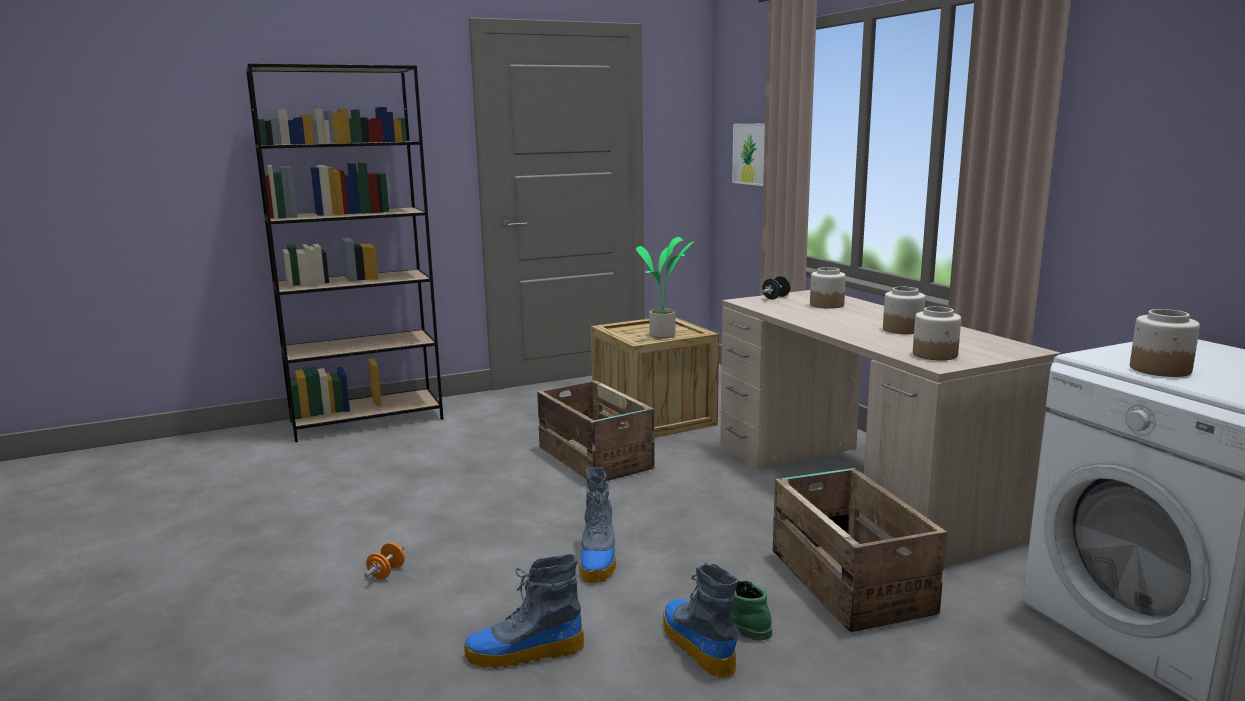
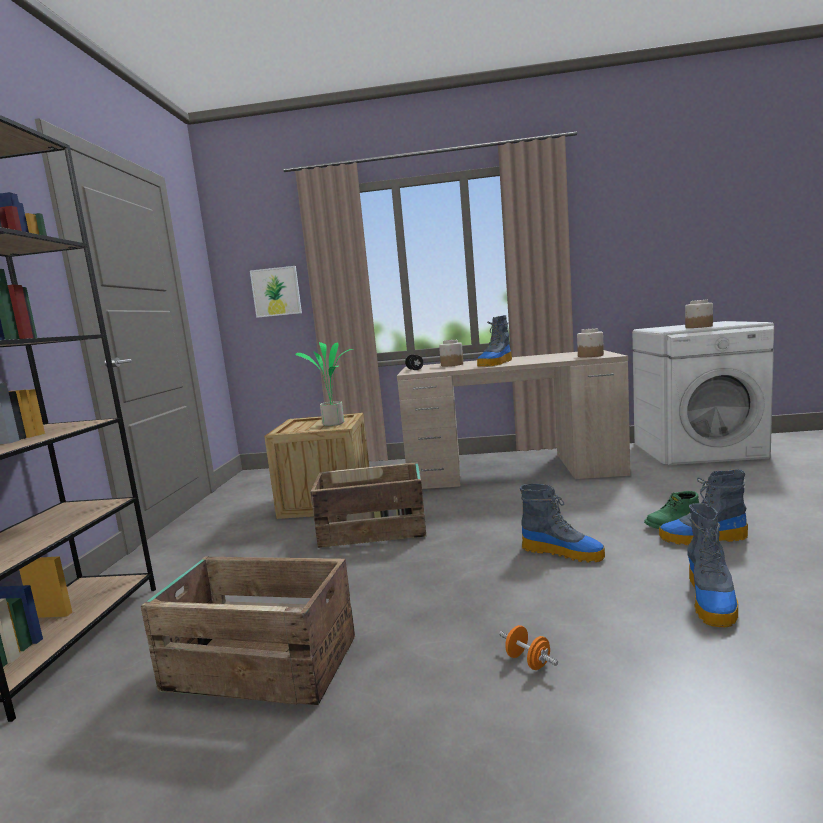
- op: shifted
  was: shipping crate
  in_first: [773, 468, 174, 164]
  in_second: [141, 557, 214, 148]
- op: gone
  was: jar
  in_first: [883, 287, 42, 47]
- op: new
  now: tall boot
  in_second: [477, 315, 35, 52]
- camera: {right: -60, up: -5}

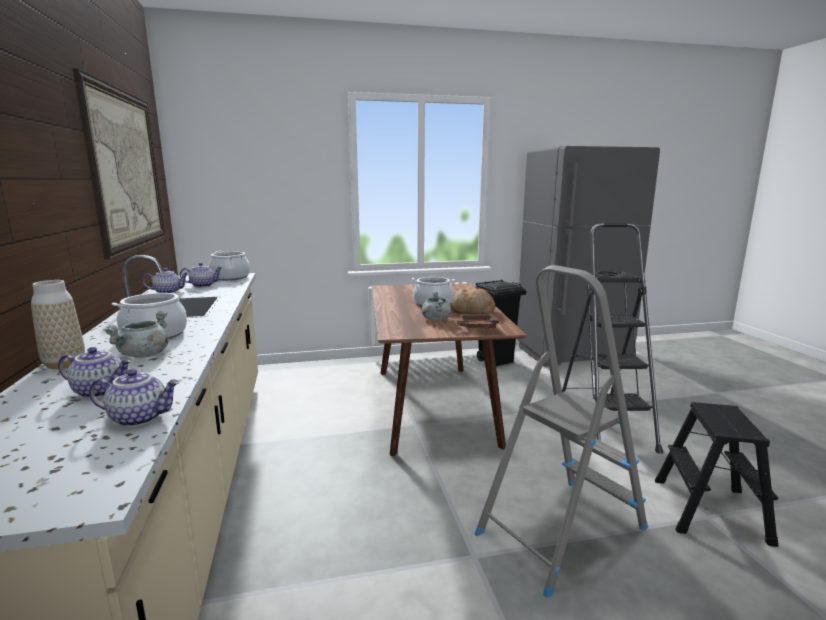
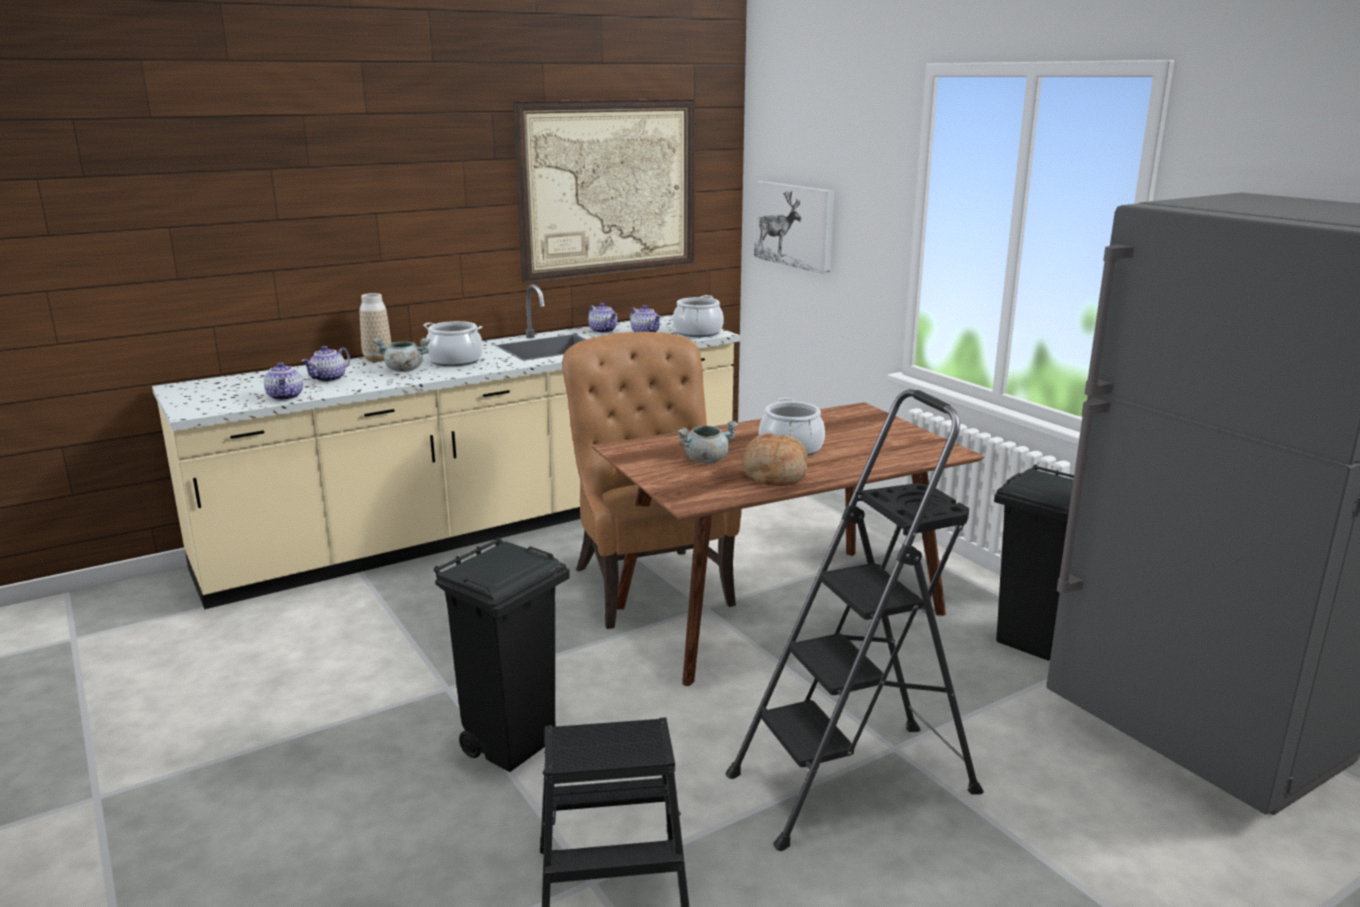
- op: rotated
  was: teapot
  in_first: [58, 347, 74, 51]
  in_second: [302, 346, 48, 36]
  clockwise: 45
- op: gone
  was: tray/brown-coloured
  in_first: [454, 314, 45, 14]
- op: swapped
  was: step stool/greyish
  now: trash can/black
  in_first: [475, 265, 173, 333]
  in_second: [434, 537, 136, 235]
- op: new
  now: chair/brown-coloured
  in_second: [562, 332, 179, 297]
- op: new
  now: picture
  in_second: [754, 181, 80, 93]
- camera: {right: 70, up: 5}

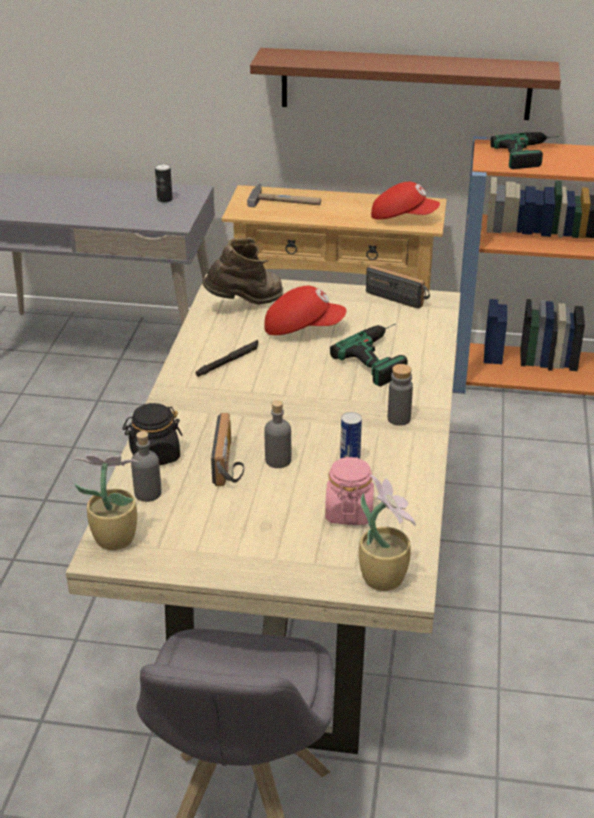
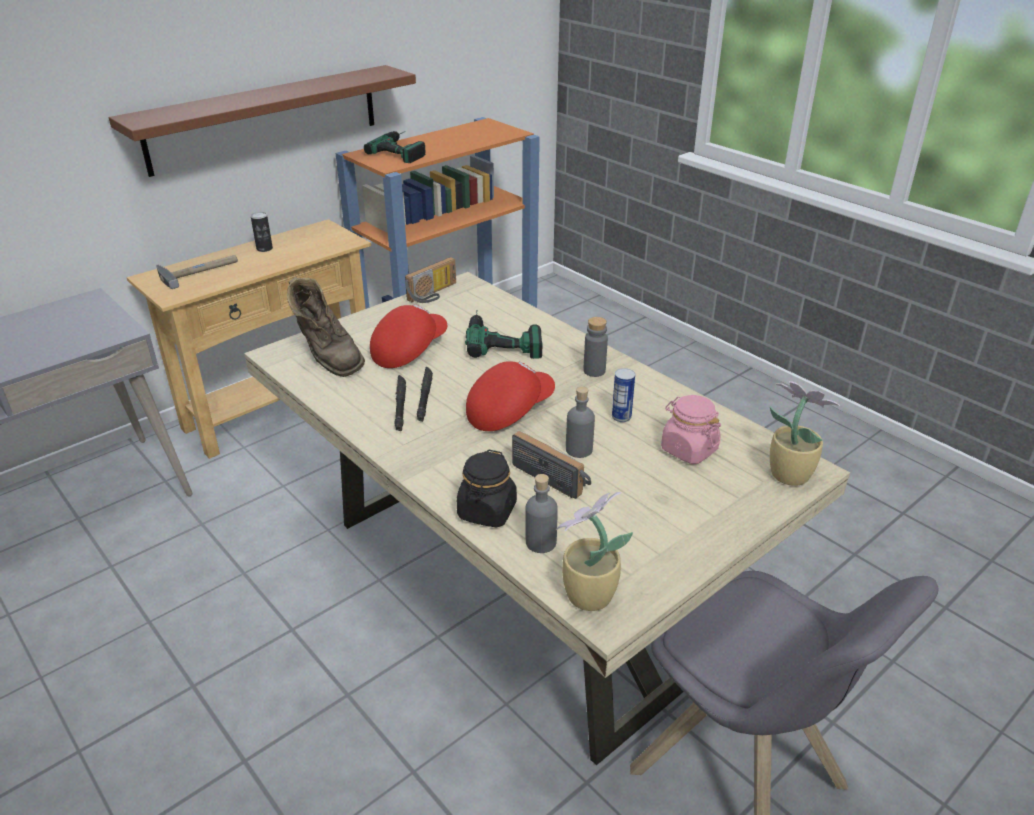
- op: shifted
  was: can
  in_first: [155, 163, 18, 40]
  in_second: [251, 212, 22, 40]
- op: rotated
  was: tall boot/brown-coloured
  in_first: [202, 238, 81, 67]
  in_second: [287, 277, 78, 100]
  clockwise: 135
- op: rotated
  was: radio
  in_first: [366, 265, 64, 44]
  in_second: [405, 257, 51, 46]
  clockwise: 150
- op: shifted
  was: peaked cap/reddish
  in_first: [371, 182, 69, 38]
  in_second: [466, 361, 89, 70]
- op: new
  now: torch/black
  in_second: [417, 367, 16, 55]
- camera: {right: -50, up: 0}

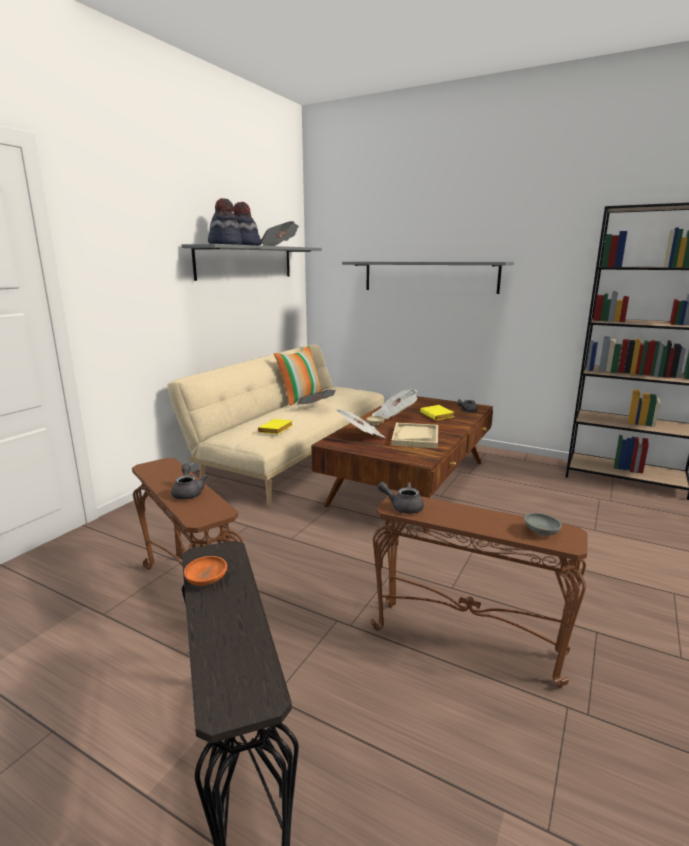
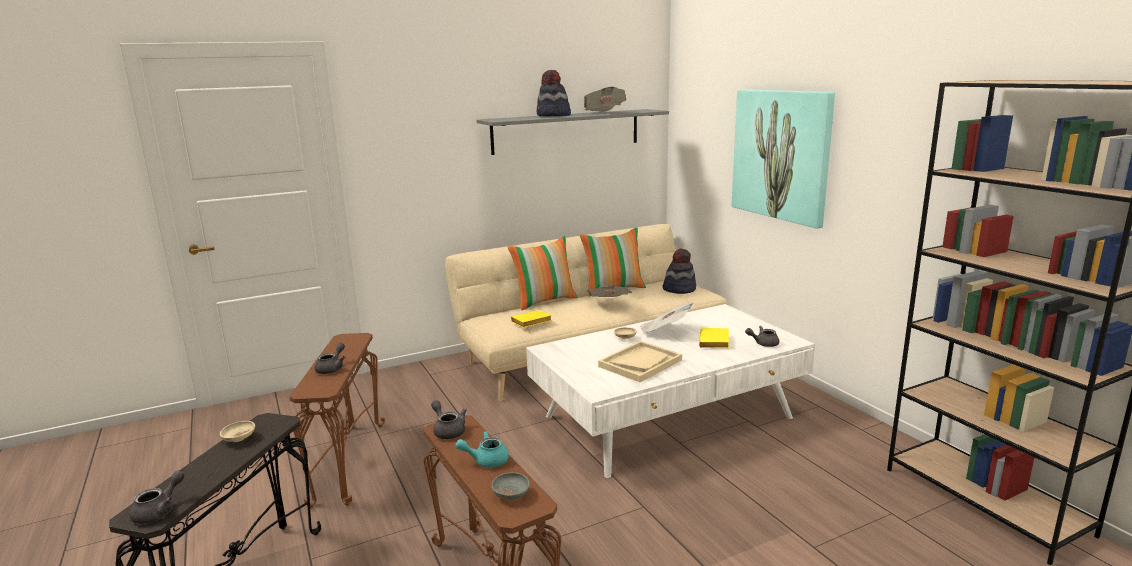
- op: repainted
  was: serving bowl/orange
  now: serving bowl/beige-coloured
  in_first: [184, 556, 43, 30]
  in_second: [220, 421, 35, 21]
- op: shifted
  was: clothing hat
  in_first: [208, 198, 34, 47]
  in_second: [662, 249, 34, 45]
- op: repainted
  was: lounge table/brown-coloured
  now: lounge table/whitish
  in_first: [311, 396, 182, 137]
  in_second: [526, 304, 289, 174]
- op: gone
  was: daily paper
  in_first: [335, 409, 52, 29]
- op: swapped
  was: bracket shelf/greyish
  now: picture
  in_first: [342, 262, 172, 32]
  in_second: [732, 89, 103, 140]
- op: new
  now: teapot/greyish
  in_second: [130, 471, 55, 53]
- op: new
  now: teapot/blue-green
  in_second: [455, 431, 54, 37]
- op: new
  now: cushion
  in_second: [508, 236, 70, 75]
- camera: {right: 35, up: 0}

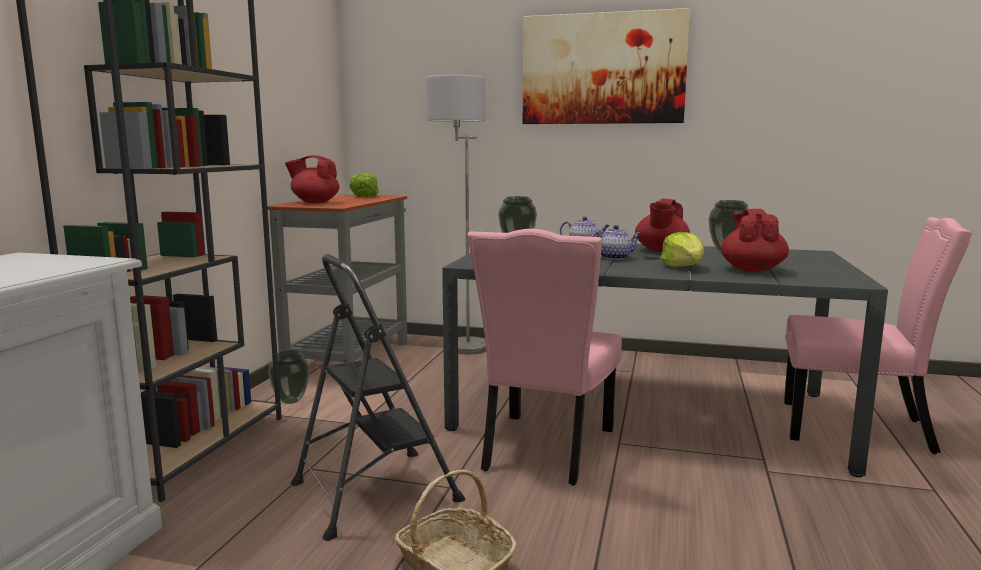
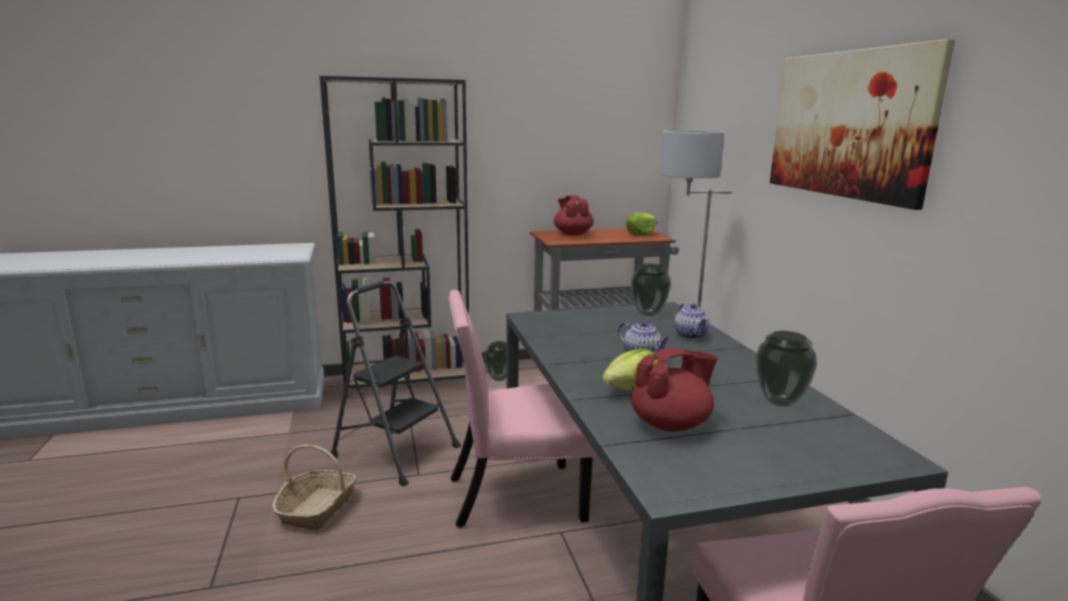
- op: gone
  was: teapot/reddish
  in_first: [635, 199, 55, 53]
- camera: {right: 60, up: 5}

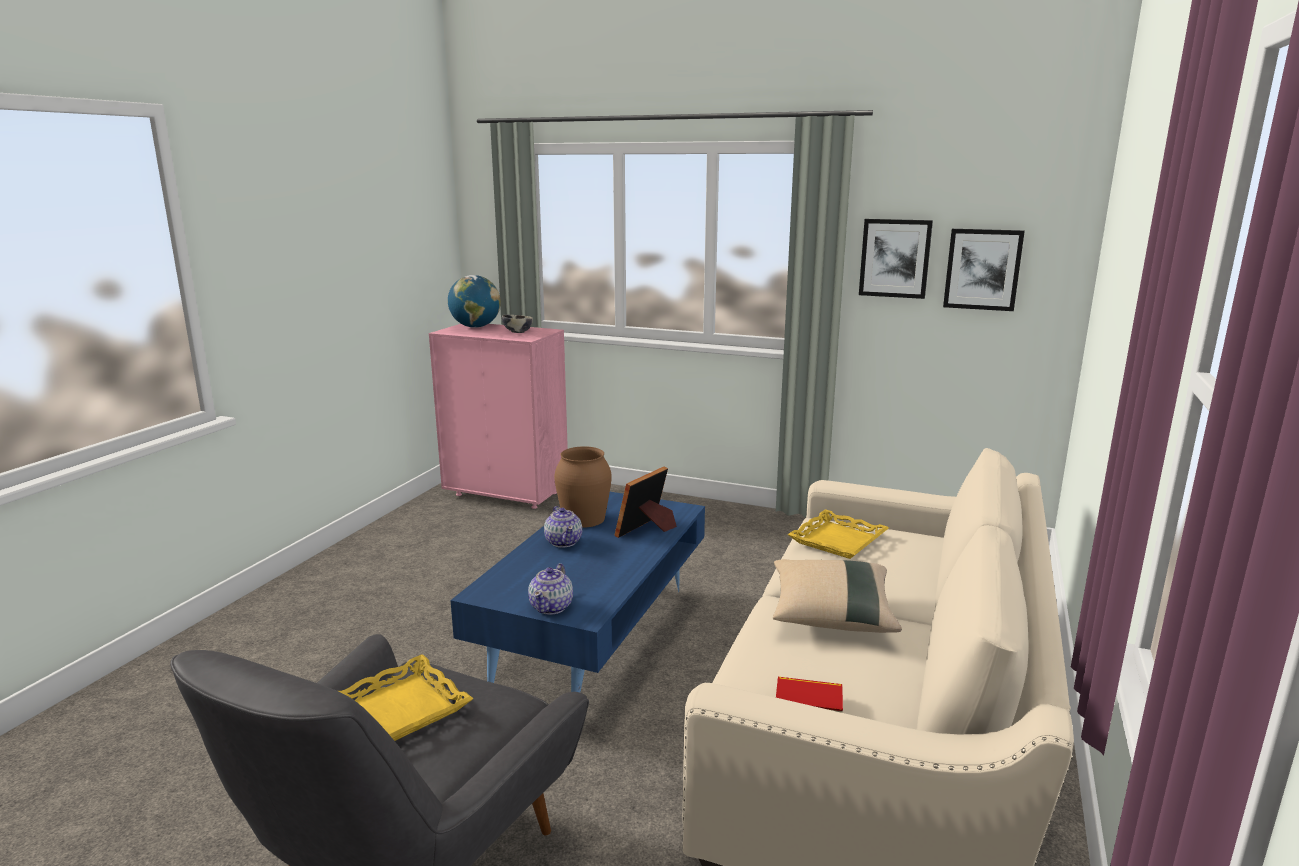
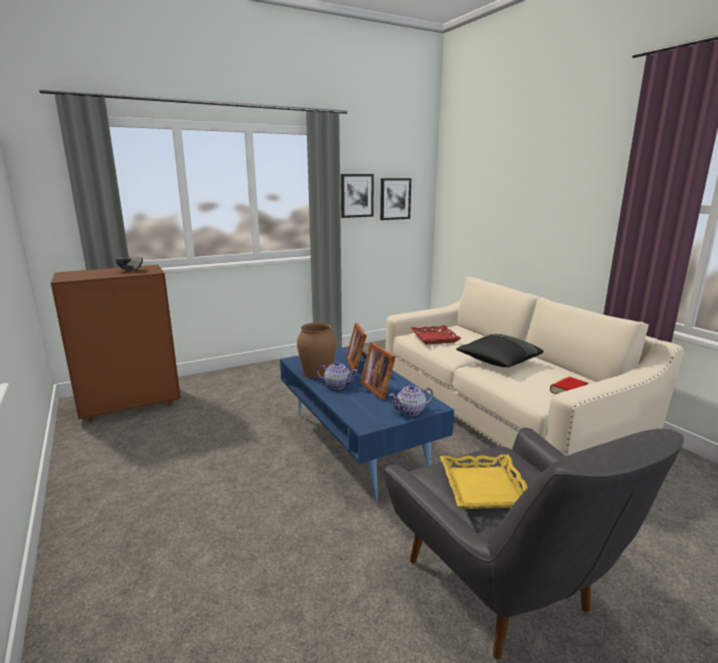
- op: repainted
  was: storage cabinet/pink
  now: storage cabinet/brown-coloured
  in_first: [429, 324, 139, 185]
  in_second: [51, 265, 130, 156]
- op: gone
  was: desk globe
  in_first: [448, 275, 53, 53]
- op: rotated
  was: teapot
  in_first: [528, 563, 45, 52]
  in_second: [389, 385, 44, 31]
  clockwise: 105
- op: repainted
  was: cushion/beige-coloured
  now: cushion/black
  in_first: [773, 559, 129, 74]
  in_second: [456, 334, 88, 33]
- op: repainted
  was: tray/yellow
  now: tray/reddish
  in_first: [787, 509, 102, 50]
  in_second: [411, 325, 50, 19]
- op: new
  now: photo frame
  in_second: [360, 342, 36, 58]
- camera: {right: -50, up: 0}

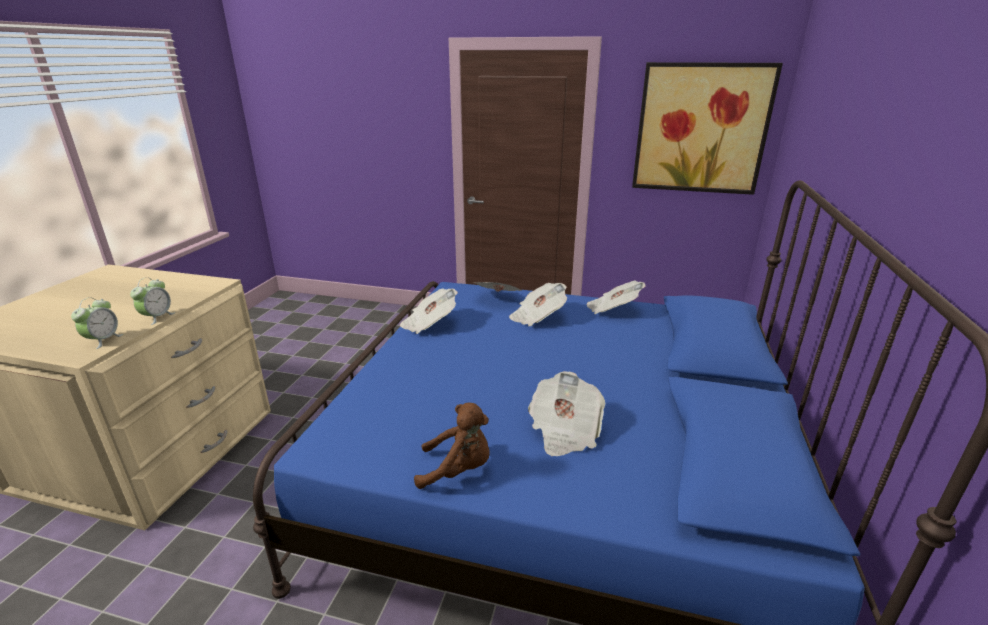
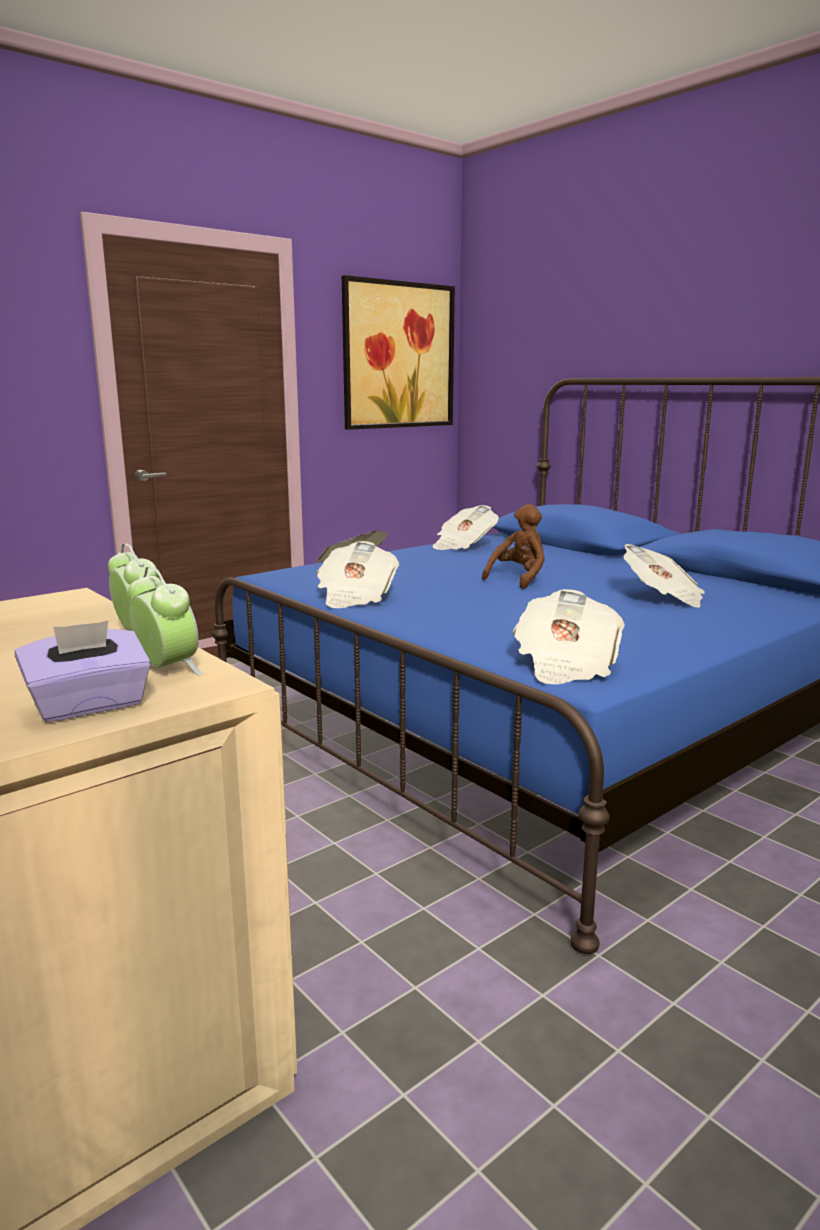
- op: shifted
  was: cuddly toy/brown-coloured
  in_first: [414, 403, 76, 86]
  in_second: [482, 504, 63, 85]
- op: shifted
  was: daily paper
  in_first: [509, 283, 58, 43]
  in_second: [513, 589, 112, 95]
- op: new
  now: tissue box/purplish
  in_second: [15, 621, 136, 101]
- camera: {right: -55, up: -10}

